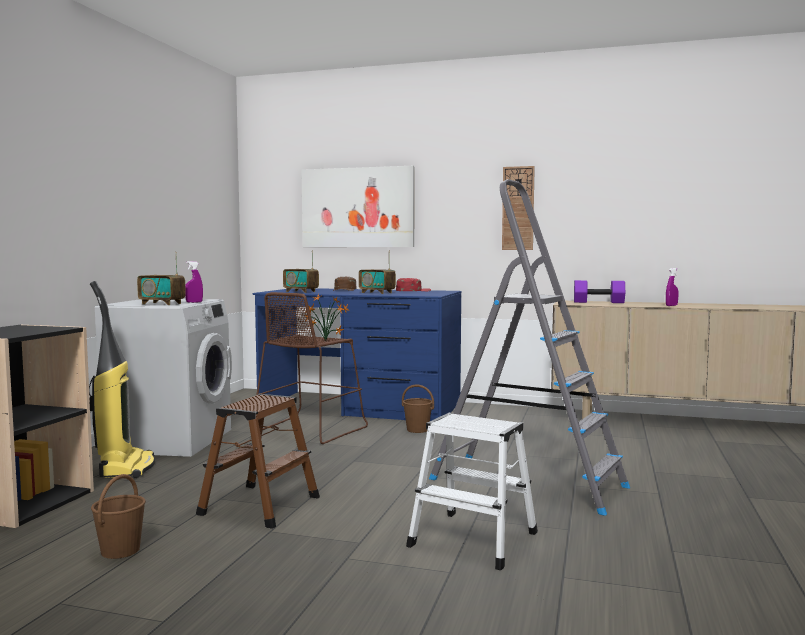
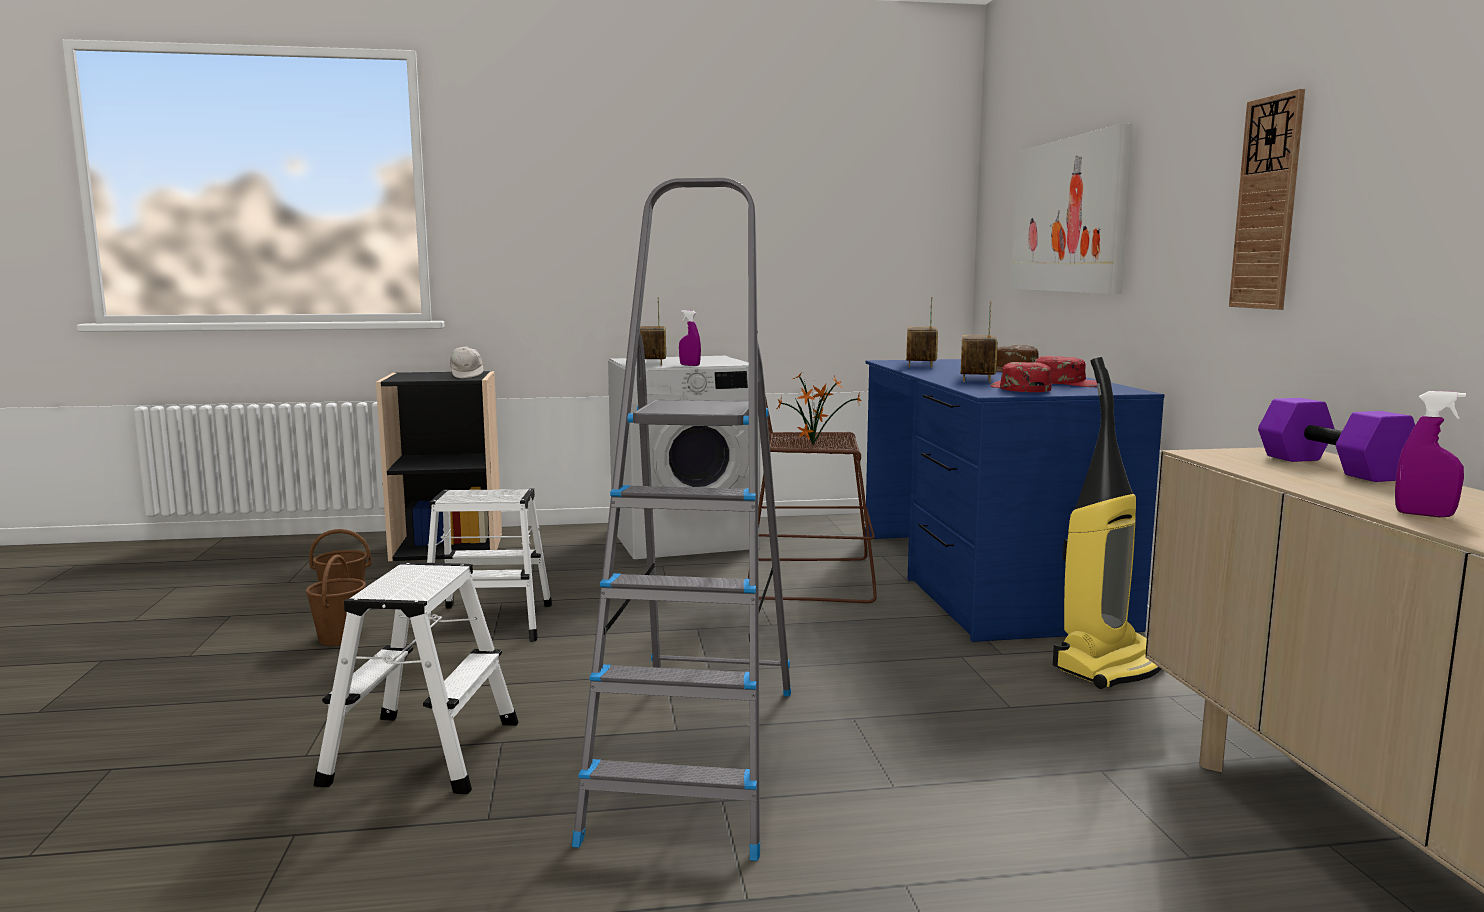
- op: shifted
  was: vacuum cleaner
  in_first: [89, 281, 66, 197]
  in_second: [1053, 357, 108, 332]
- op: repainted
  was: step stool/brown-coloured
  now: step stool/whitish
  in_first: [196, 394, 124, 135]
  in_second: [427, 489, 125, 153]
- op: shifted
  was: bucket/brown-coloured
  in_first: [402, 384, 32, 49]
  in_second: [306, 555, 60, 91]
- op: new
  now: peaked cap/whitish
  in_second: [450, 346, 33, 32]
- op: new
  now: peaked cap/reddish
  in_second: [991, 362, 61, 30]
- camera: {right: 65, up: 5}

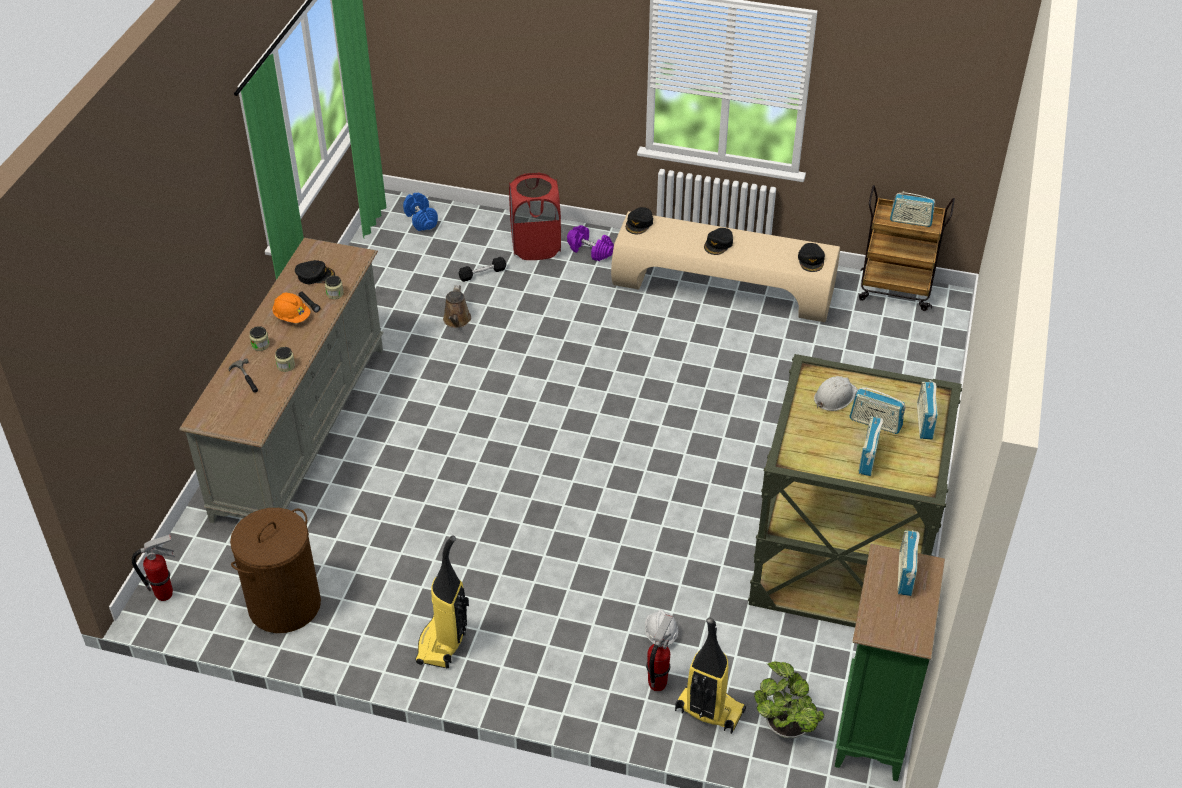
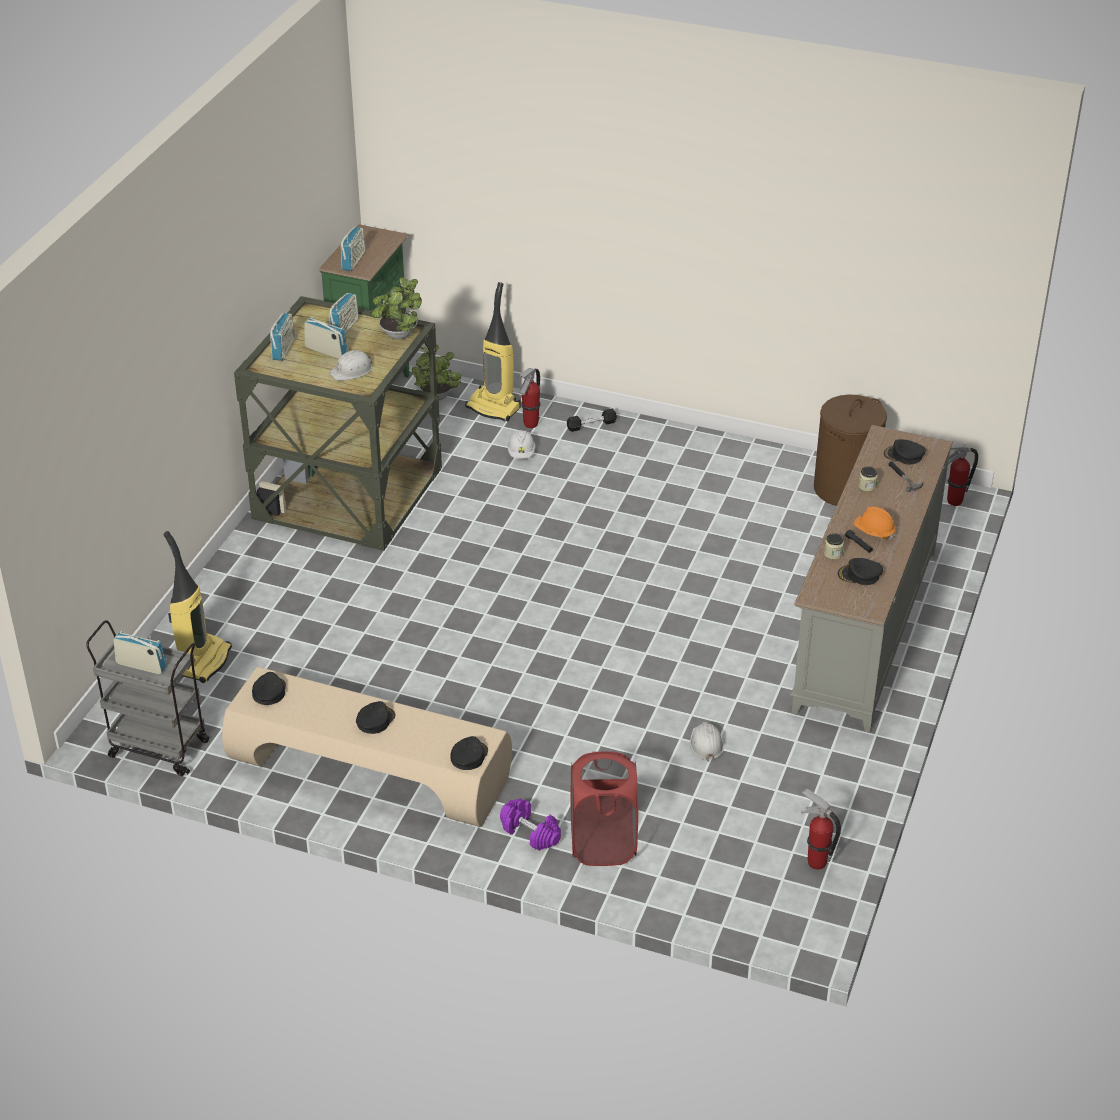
- op: gone
  was: jar
  in_first: [249, 326, 21, 25]
- op: gone
  was: free weight/blue-coloured
  in_first: [403, 193, 35, 38]
- op: shifted
  was: vacuum cleaner
  in_first: [415, 535, 54, 133]
  in_second: [163, 531, 69, 152]
- op: swapped
  was: watering pot/brown-coloured
  now: hard hat/whitish
  in_first: [443, 285, 28, 43]
  in_second: [690, 722, 34, 39]
- op: shifted
  was: free weight/black
  in_first: [458, 257, 48, 25]
  in_second: [567, 409, 50, 23]
- op: repainted
  was: wheeled cart/brown-coloured
  now: wheeled cart/greyish
  in_first: [859, 185, 96, 126]
  in_second: [86, 620, 123, 156]
- op: new
  now: plant in a pot
  in_second: [370, 277, 52, 63]
- op: new
  now: fire extinguisher
  in_second: [801, 788, 40, 82]
- op: new
  now: peaked cap/black
  in_second: [884, 439, 42, 25]
- camera: {right: -175, up: -5}

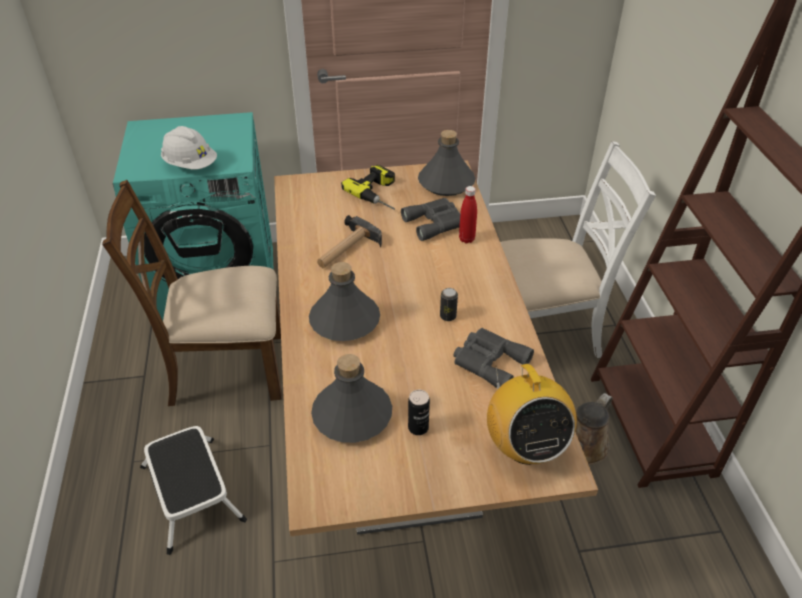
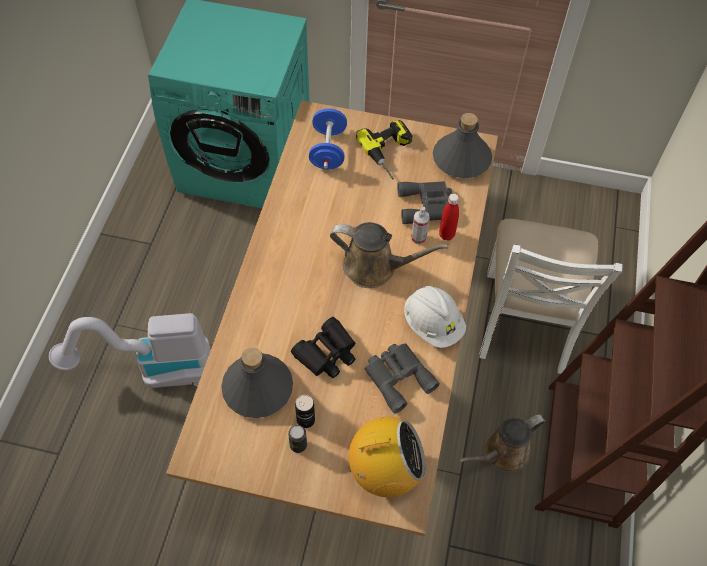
- op: gone
  was: chair/brown-coloured
  in_first: [102, 180, 180, 226]
- op: swapped
  was: step stool/black
  now: vacuum cleaner
  in_first: [140, 426, 107, 129]
  in_second: [49, 313, 162, 75]
- op: shifted
  was: hard hat/whitish
  in_first: [161, 126, 56, 44]
  in_second: [404, 286, 62, 62]
- op: gone
  was: drink bottle/greyish
  in_first: [309, 262, 71, 79]
- op: gone
  was: hammer
  in_first: [317, 215, 65, 53]
- op: shifted
  was: can
  in_first: [440, 288, 18, 33]
  in_second: [288, 425, 19, 28]
- op: rotated
  was: radio
  in_first: [487, 364, 90, 101]
  in_second: [349, 417, 77, 80]
  clockwise: -105
- op: rotated
  was: chair/whitish
  in_first: [500, 141, 156, 217]
  in_second: [479, 219, 144, 155]
  clockwise: 90
- op: new
  now: pair of binoculars/black
  in_second: [291, 317, 65, 61]
- op: new
  now: free weight/blue-coloured
  in_second: [309, 109, 38, 60]
- op: new
  now: watering pot/brown-coloured
  in_second: [330, 222, 119, 66]
- op: new
  now: sprayer
  in_second: [411, 207, 19, 37]
- camera: {right: 20, up: 15}

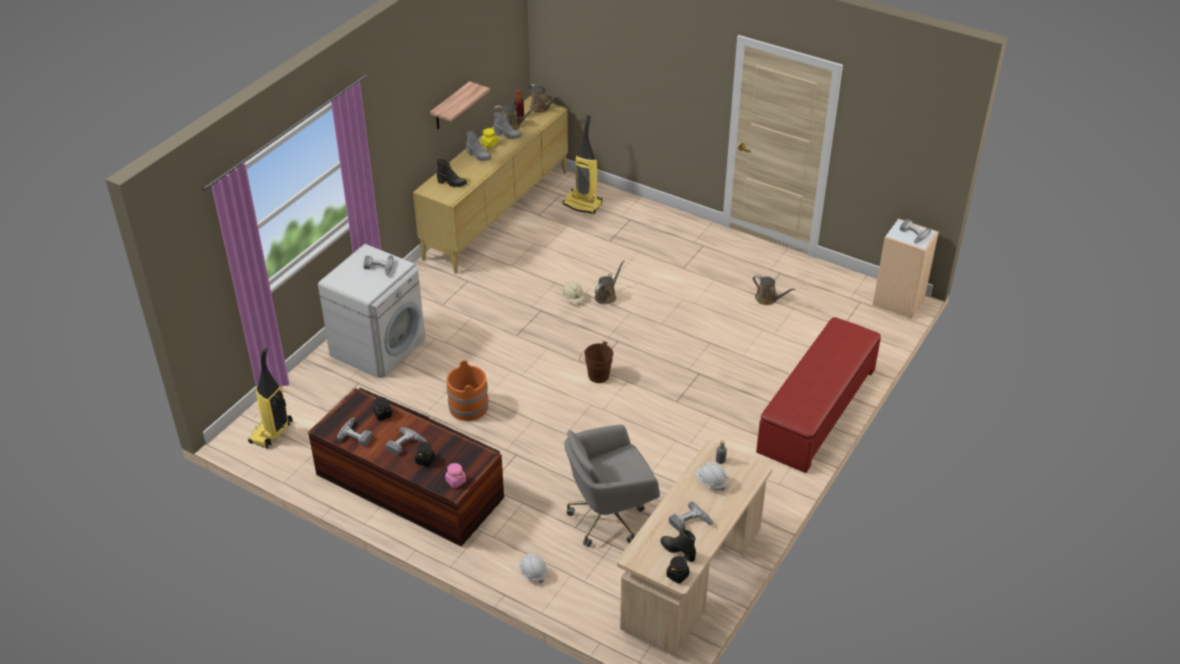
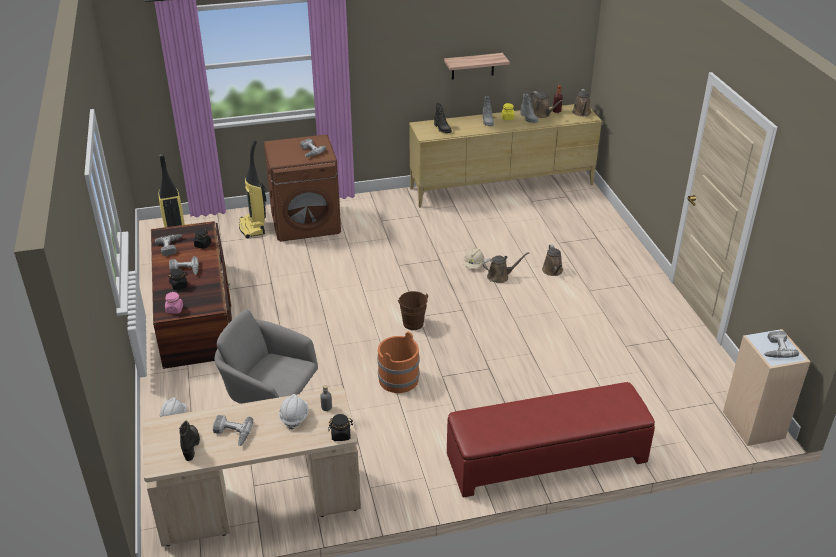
- op: repainted
  was: washing machine/whitish
  now: washing machine/brown-coloured
  in_first: [318, 244, 107, 134]
  in_second: [264, 135, 77, 107]
- op: shifted
  was: bucket/orange
  in_first: [447, 360, 42, 61]
  in_second: [377, 332, 43, 61]
- op: shifted
  was: vacuum cleaner
  in_first: [563, 115, 39, 99]
  in_second: [239, 140, 27, 98]
- op: shifted
  was: jar/black
  in_first: [667, 556, 22, 28]
  in_second: [328, 414, 25, 27]
- op: shifted
  was: watering pot/brown-coloured
  in_first: [753, 275, 42, 30]
  in_second: [542, 245, 21, 31]
- camera: {right: 45, up: -5}

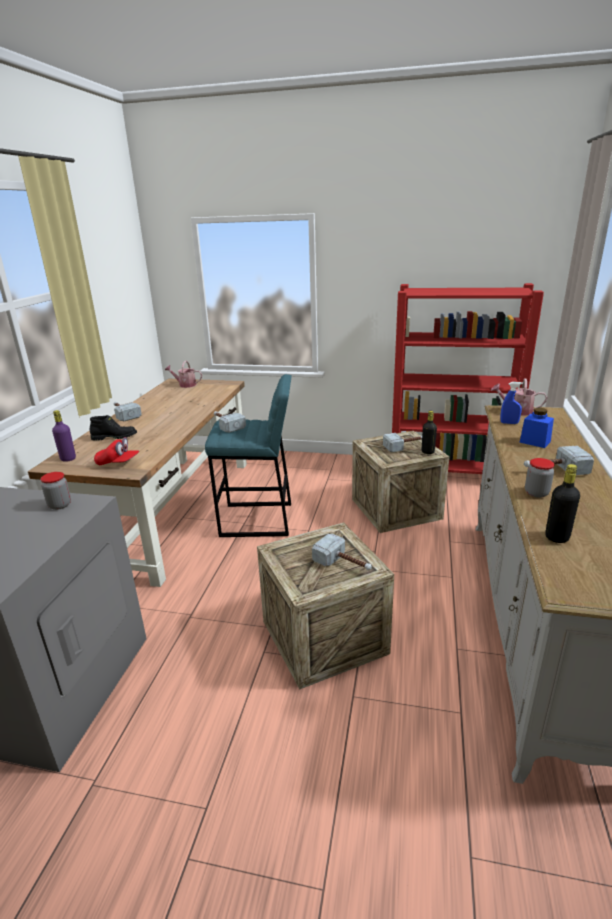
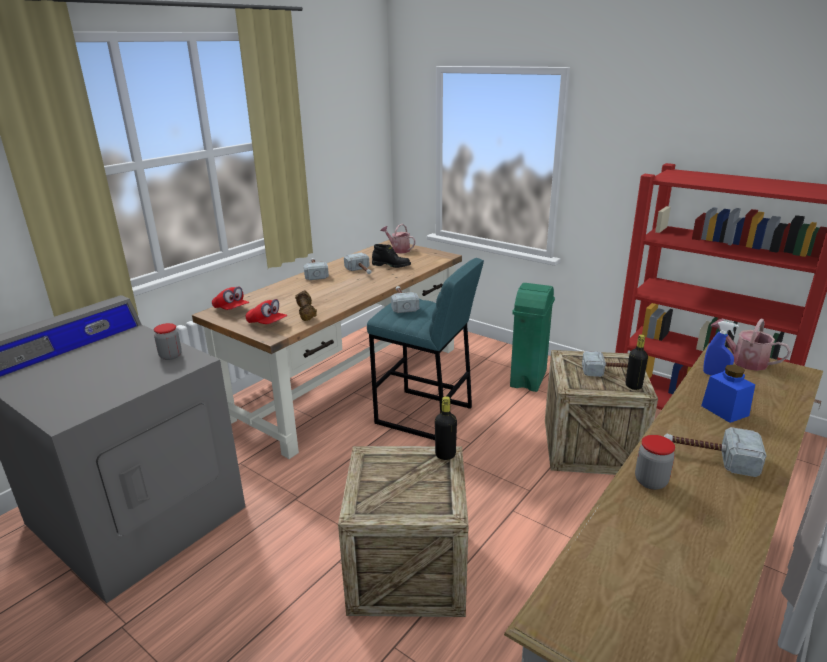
- op: swapped
  was: drink bottle/purplish
  now: peaked cap/reddish
  in_first: [52, 410, 24, 52]
  in_second: [212, 286, 37, 24]
- op: shifted
  was: tall boot/black
  in_first: [90, 415, 47, 26]
  in_second: [372, 244, 39, 24]
- op: shifted
  was: hammer
  in_first: [312, 533, 60, 37]
  in_second: [344, 253, 27, 21]
- op: shifted
  was: drink bottle/black
  in_first: [545, 464, 35, 79]
  in_second: [435, 396, 22, 64]
- op: new
  now: free weight/brown-coloured
  in_second: [295, 290, 22, 31]
- op: new
  now: trash can/green-coloured
  in_second: [510, 283, 45, 109]
- camera: {right: 25, up: 0}

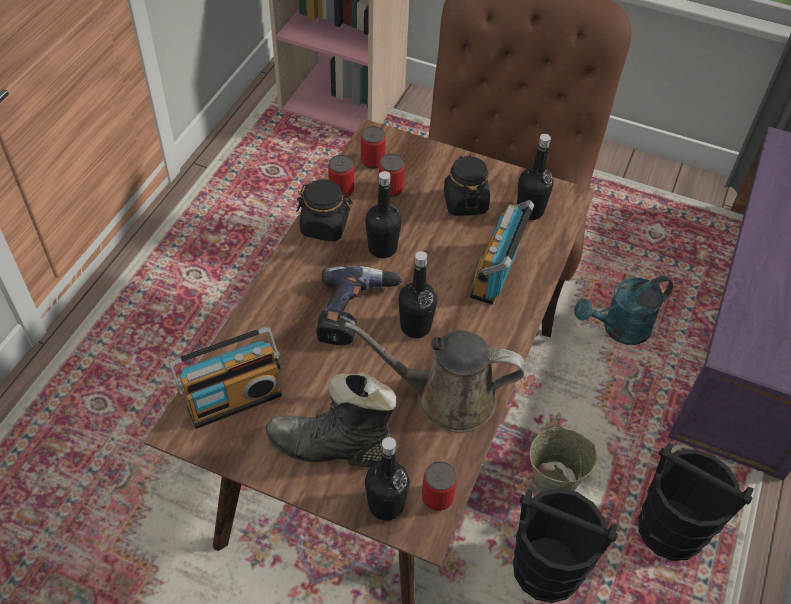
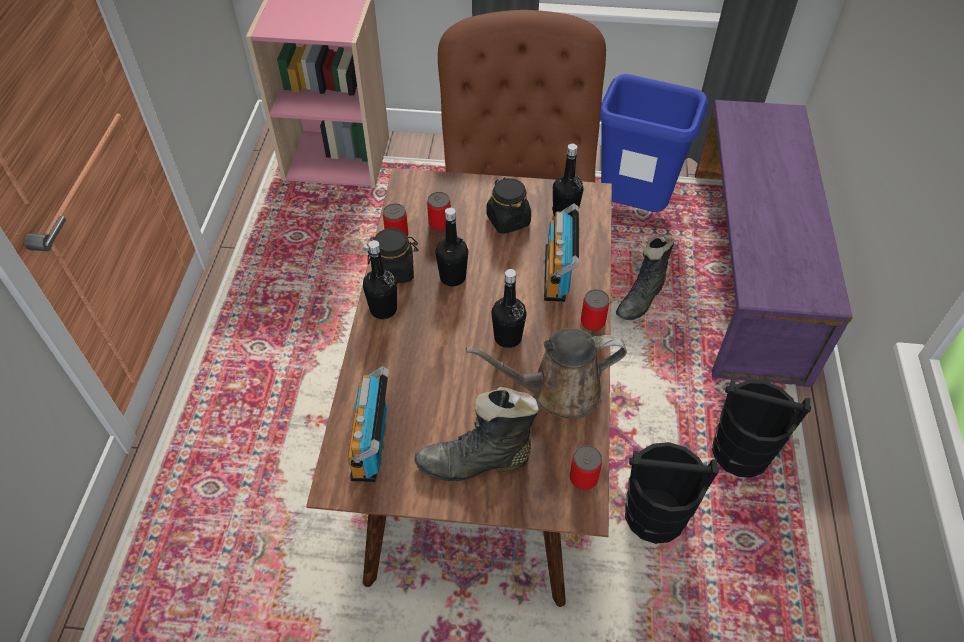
- op: rotated
  was: radio
  in_first: [169, 327, 113, 102]
  in_second: [348, 366, 41, 116]
  clockwise: 135
- op: gone
  was: drill
  in_first: [316, 266, 86, 79]
- op: shifted
  was: can
  in_first: [361, 126, 25, 43]
  in_second: [581, 289, 28, 42]
- op: shifted
  was: drink bottle/black
  in_first: [365, 437, 45, 84]
  in_second: [363, 240, 34, 79]
- op: gone
  was: bucket/beige-coloured
  in_first: [529, 425, 69, 67]
- op: swapped
  was: watering pot/blue-green
  now: tall boot/black
  in_first: [574, 276, 99, 69]
  in_second: [616, 234, 59, 86]
- op: new
  now: trash can/blue-coloured
  in_second: [600, 74, 108, 138]
- camera: {right: -15, up: 0}

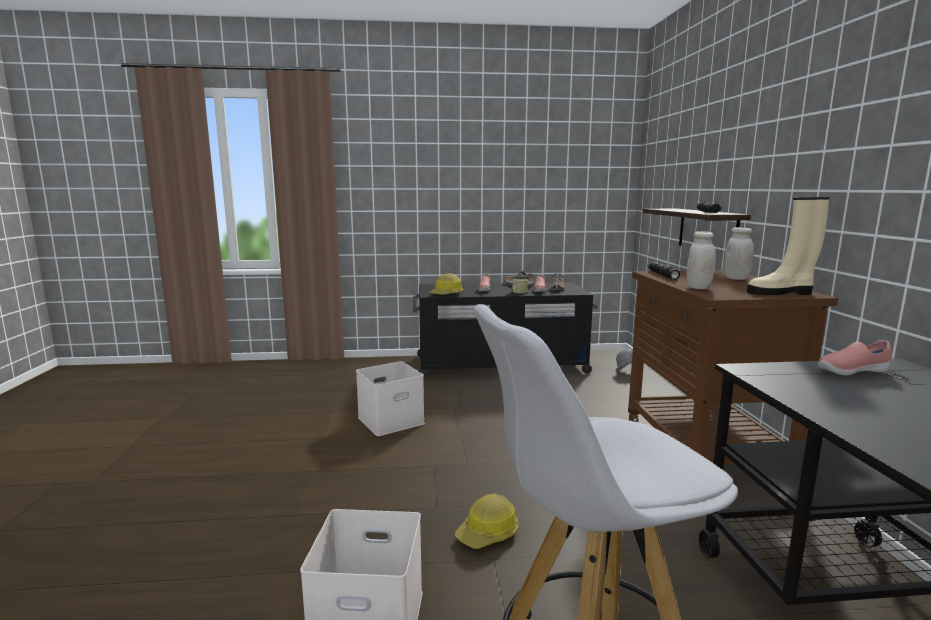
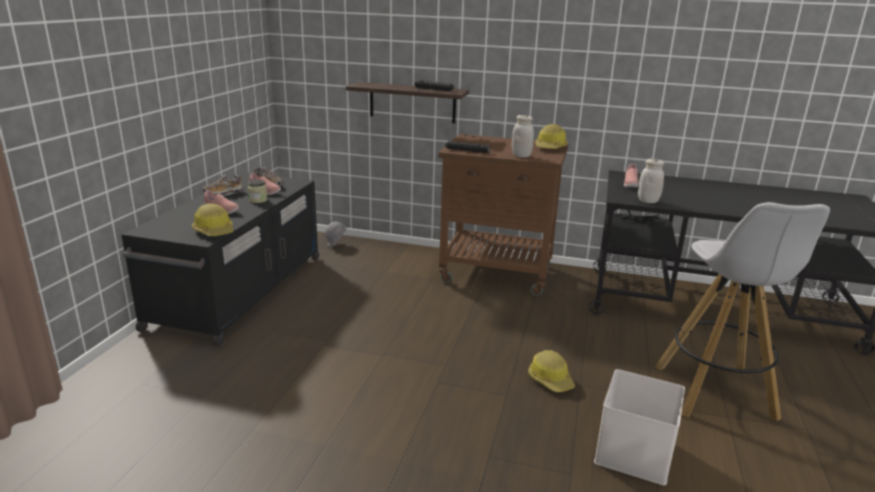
- op: gone
  was: storage container/whitish
  in_first: [356, 361, 69, 75]
- op: shifted
  was: jar/whitish
  in_first: [724, 227, 30, 53]
  in_second: [638, 159, 26, 44]
- op: swapped
  was: tall boot/beige-coloured
  now: hard hat
  in_first: [747, 197, 83, 98]
  in_second: [535, 124, 33, 25]
- camera: {right: -70, up: 10}

